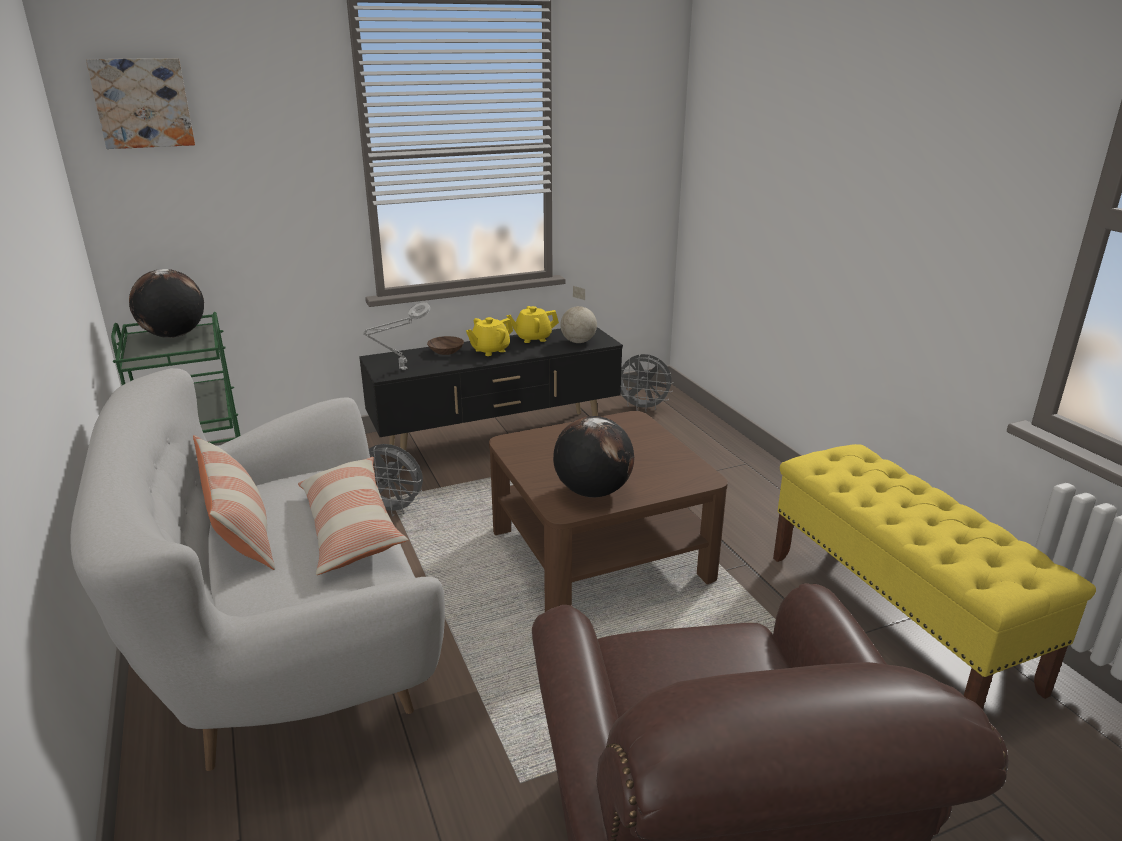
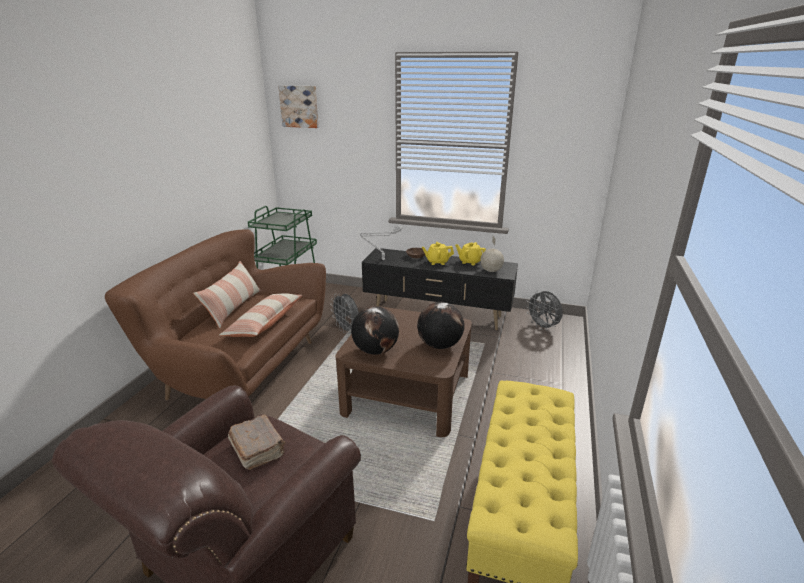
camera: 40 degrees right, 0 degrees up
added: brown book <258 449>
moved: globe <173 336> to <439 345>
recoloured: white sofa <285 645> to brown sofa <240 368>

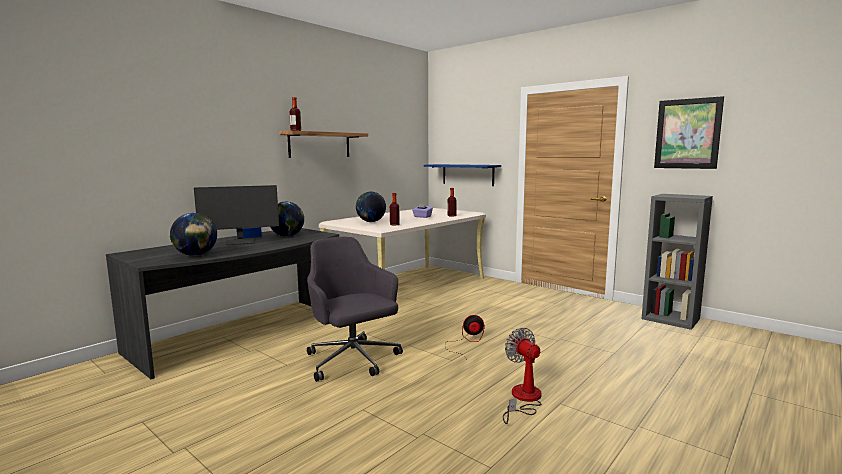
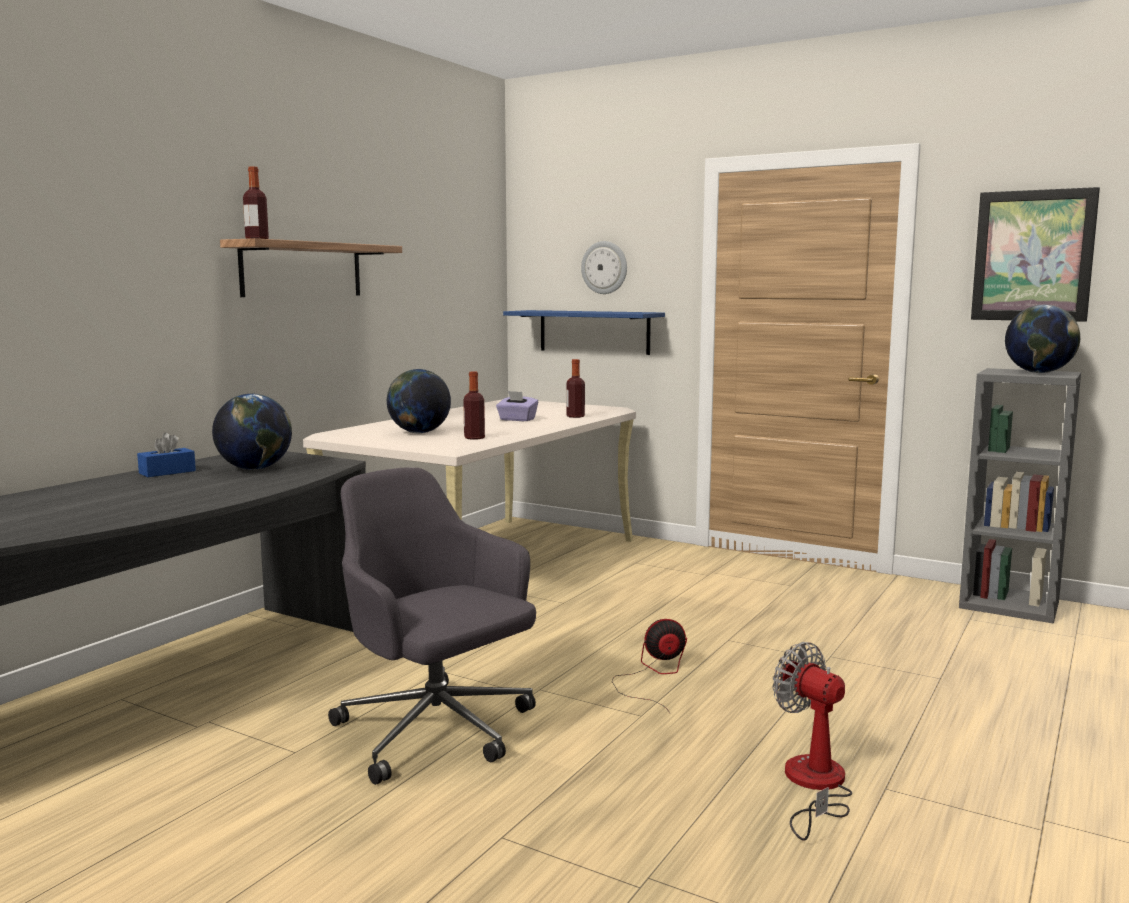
camera: 10 degrees left, 0 degrees up
removed: monitor <240 242>
added: wall clock <604 267>
moved: globe <196 255> to <1039 373>

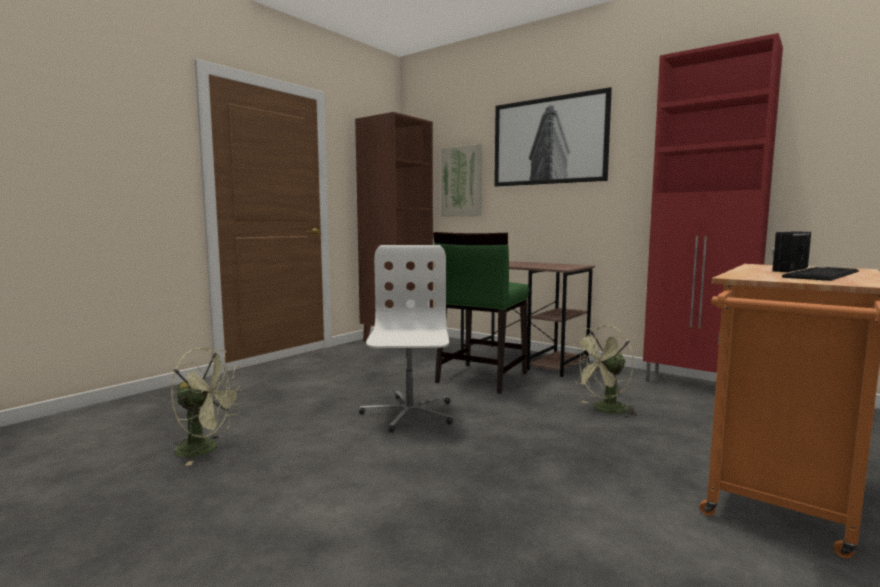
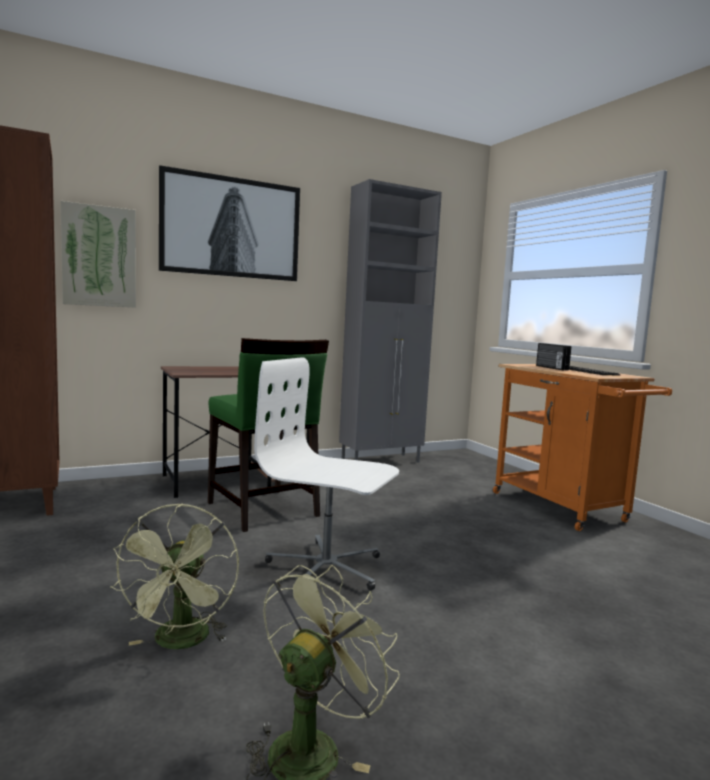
camera: 65 degrees left, 0 degrees up
moved: green fan <604 410> to <180 642>
recoloured: red cabinet <697 385> to grey cabinet <382 461>

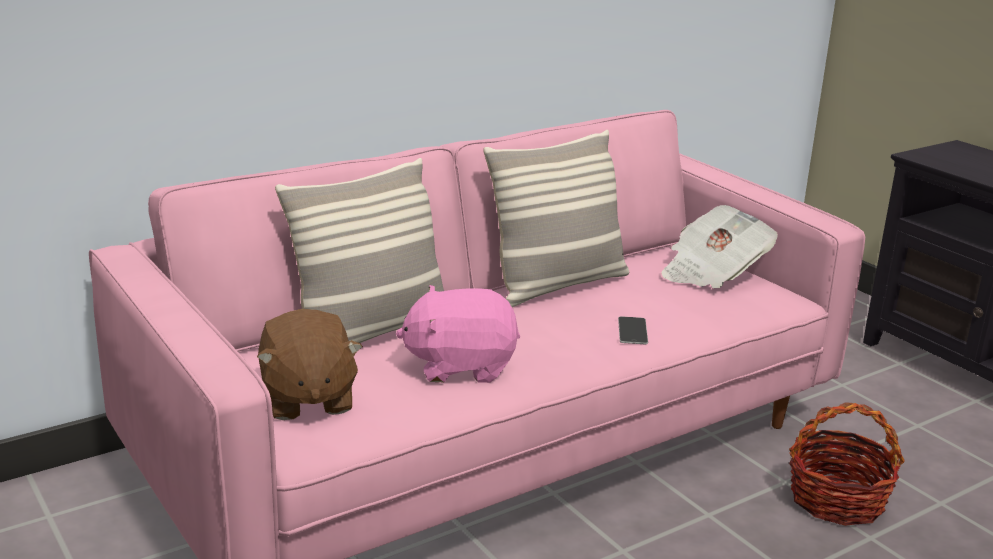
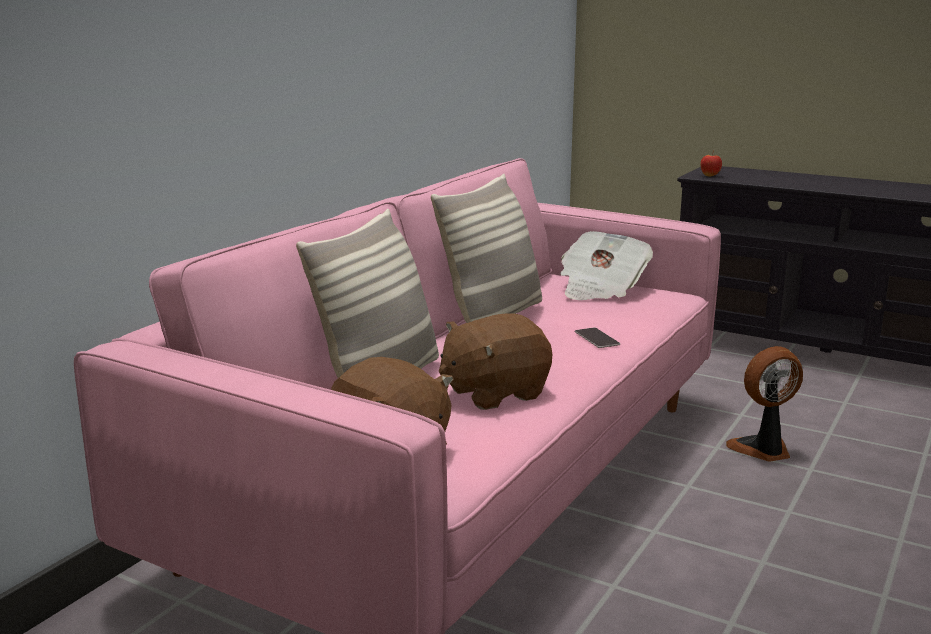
camera: 25 degrees left, 5 degrees down
added: apple <710 176>
replaced: basket <836 500> to fan <763 450>
recoloured: pink plush toy <460 366> to brown plush toy <494 393>

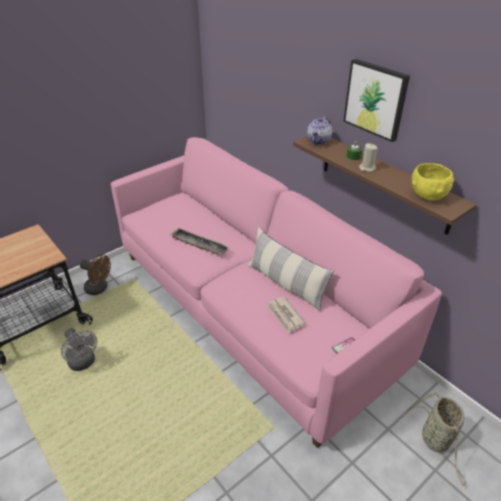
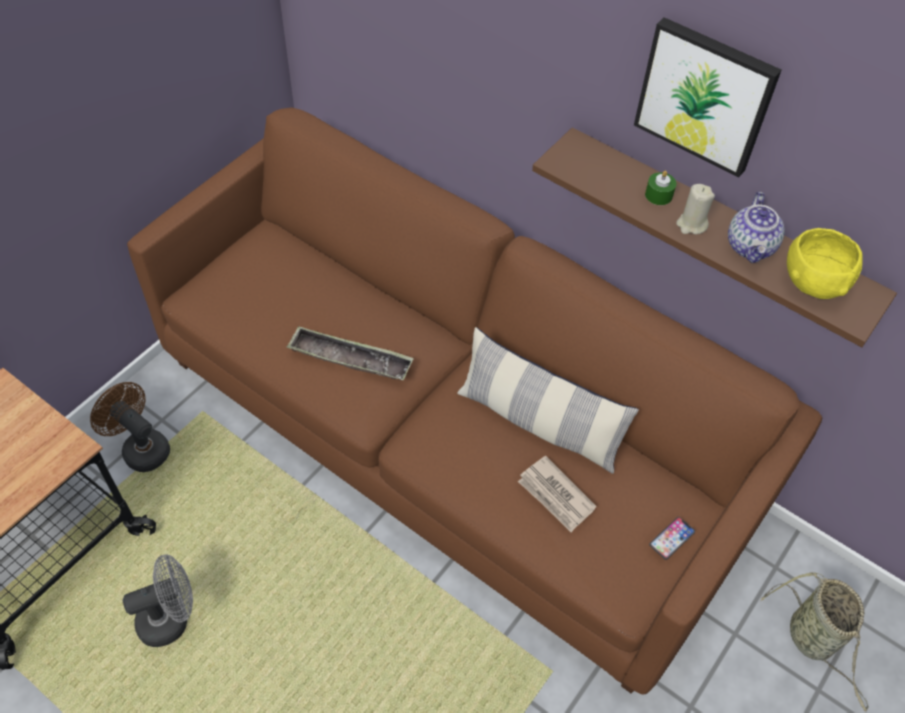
camera: 15 degrees left, 15 degrees up
moved: teapot <319 141> to <751 247>
recoloured: pink sofa <251 307> to brown sofa <450 438>
turned: brown fan <99 288> = <141 448> 150 degrees counterclockwise; grey fan <84 363> = <171 618> 60 degrees counterclockwise

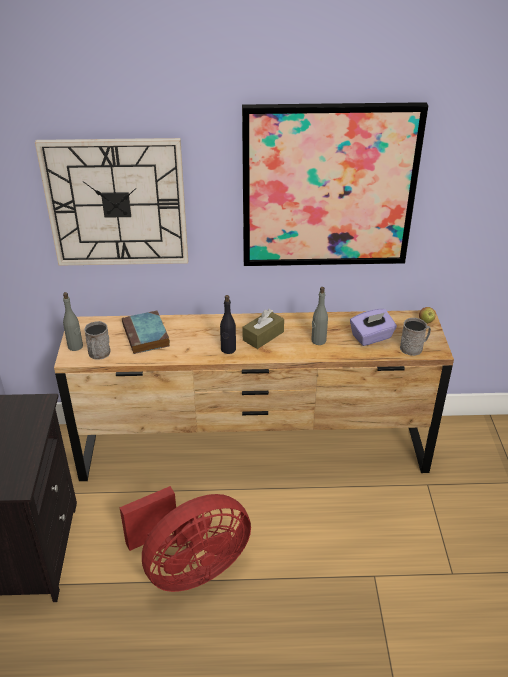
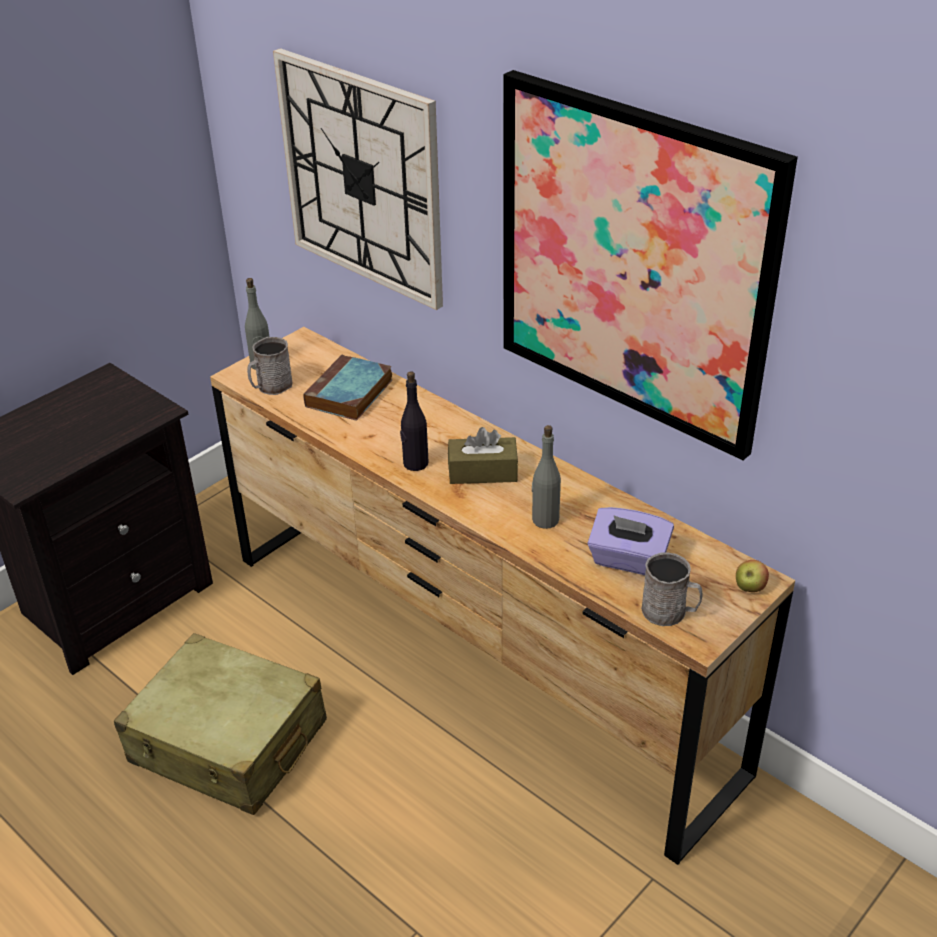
camera: 45 degrees right, 0 degrees up
replaced: red fan <189 568> to beige suitcase <228 742>

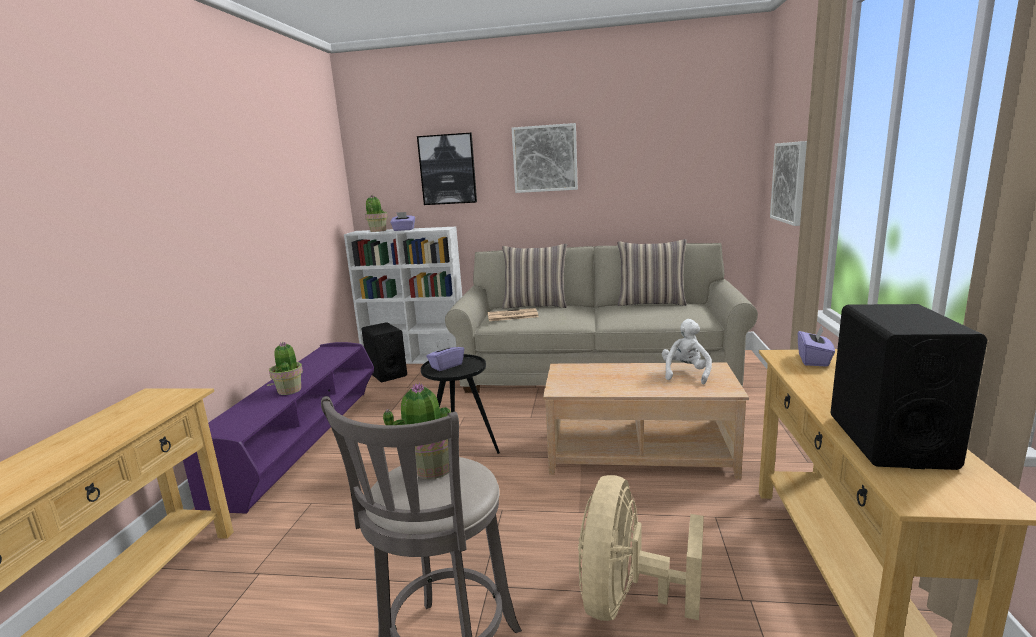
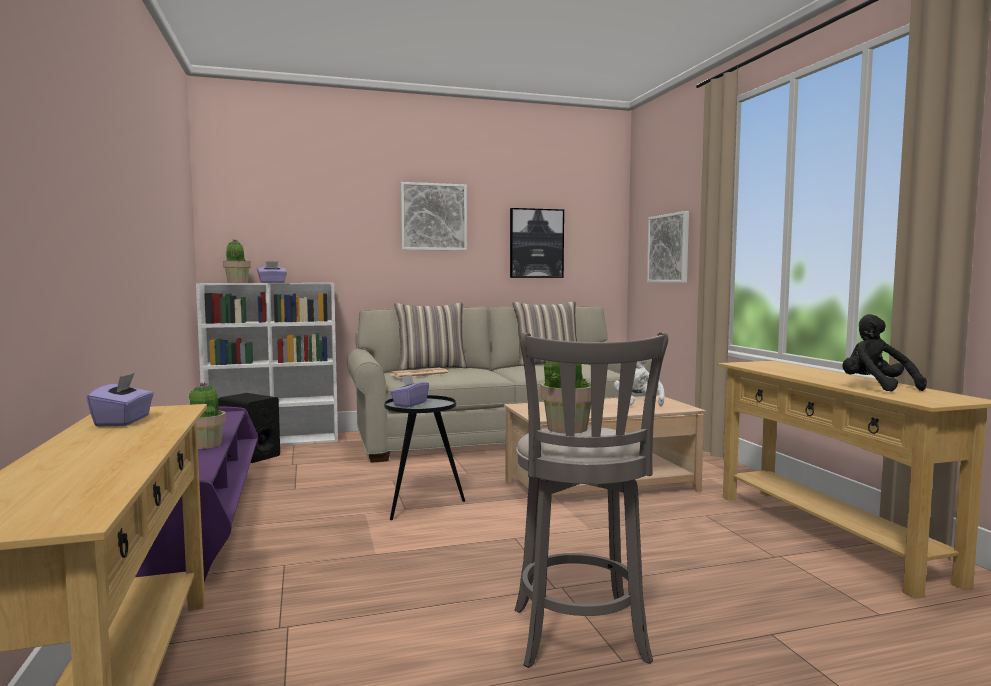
camera: 25 degrees left, 10 degrees down
removed: beige fan <628 600>
moved: picture <447 169> to <536 243>; purple tissue box <814 360> to <123 421>
replaced: black speaker <889 440> to black plush toy <876 387>

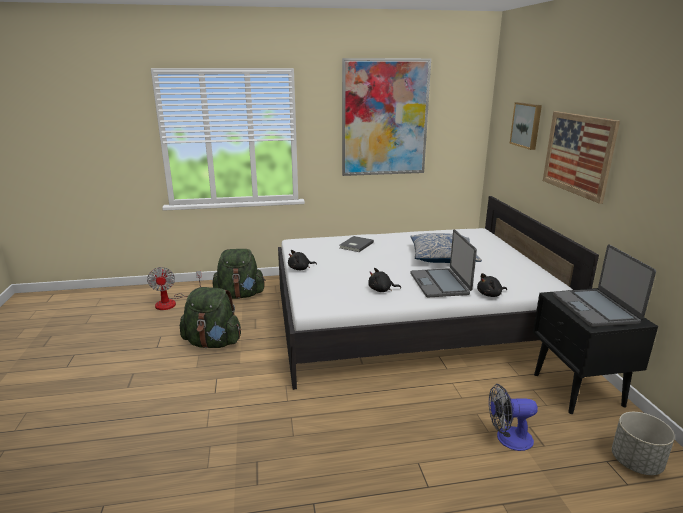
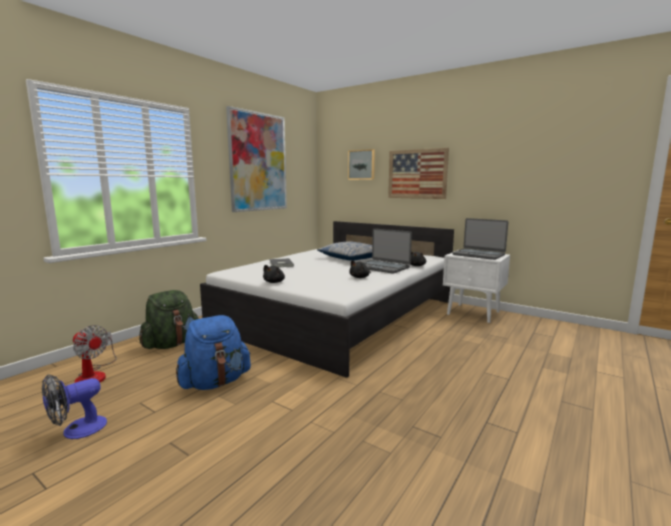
camera: 45 degrees left, 10 degrees down
removed: grey planter <636 462>
moved: fan <508 438> to <77 430>
recoloured: green backpack <213 343> to blue backpack <215 382>; black nightstand <578 390> to white nightstand <474 313>

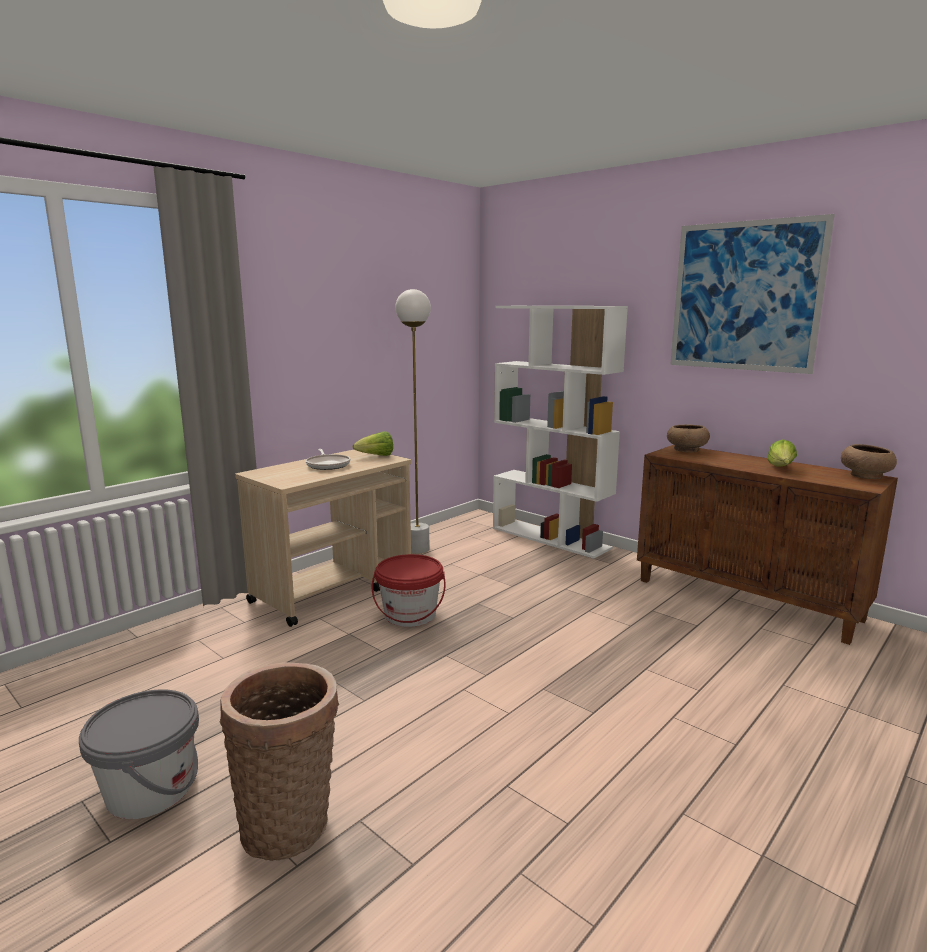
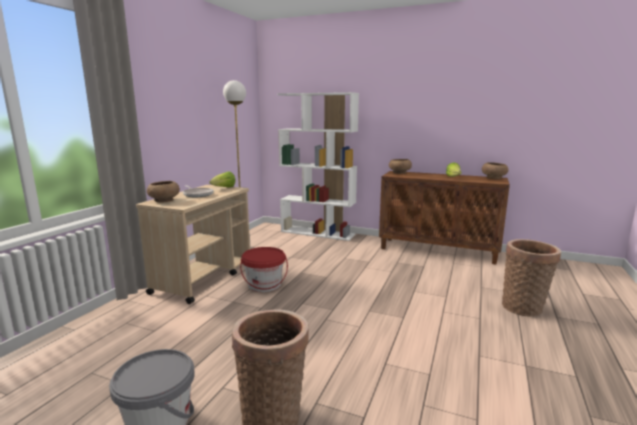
camera: 20 degrees left, 0 degrees up
removed: picture <744 296>
added: brown bowl <164 200>; basket <524 307>

